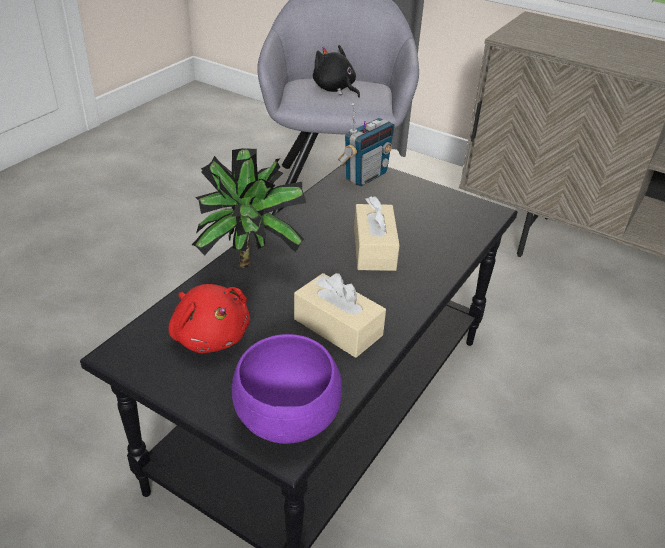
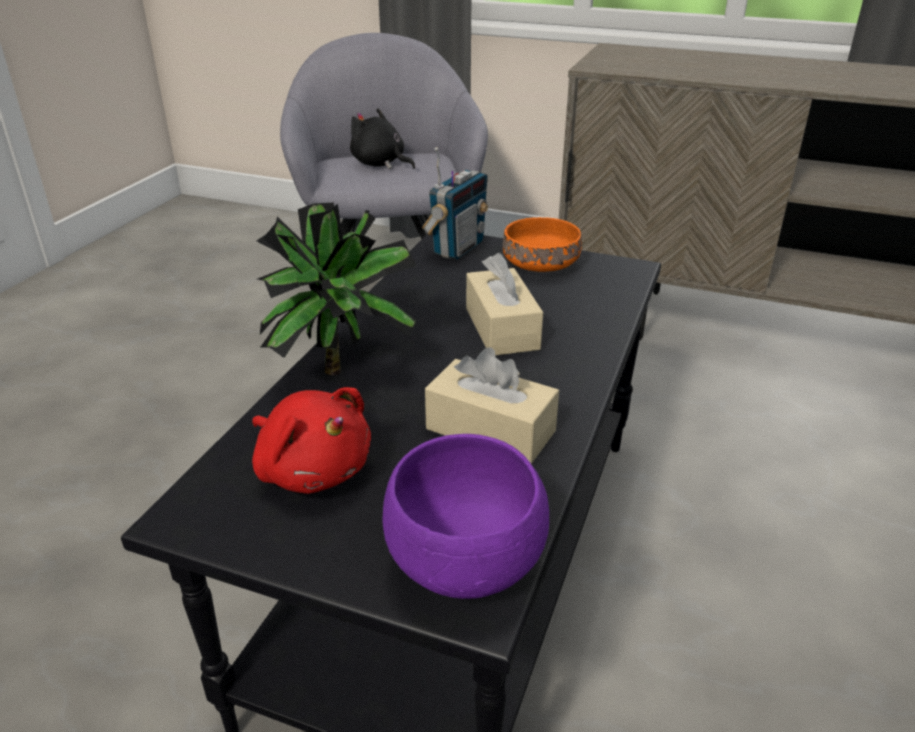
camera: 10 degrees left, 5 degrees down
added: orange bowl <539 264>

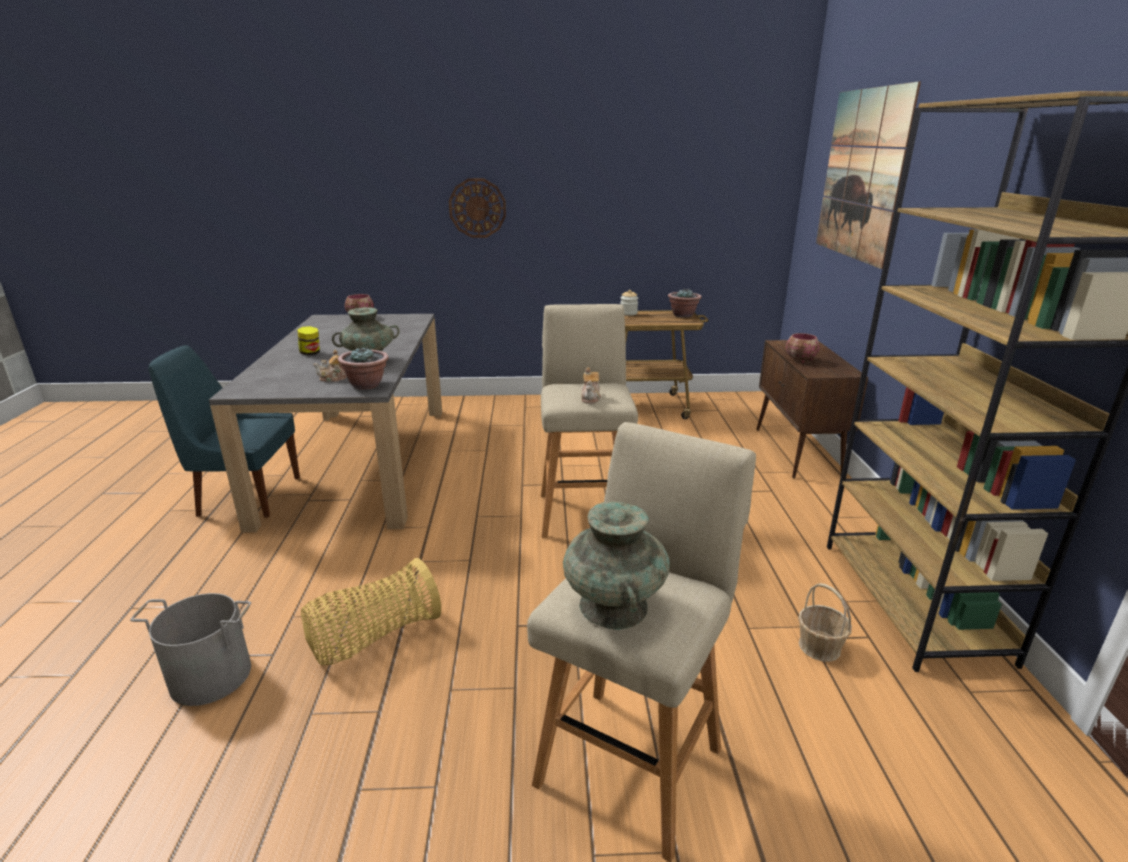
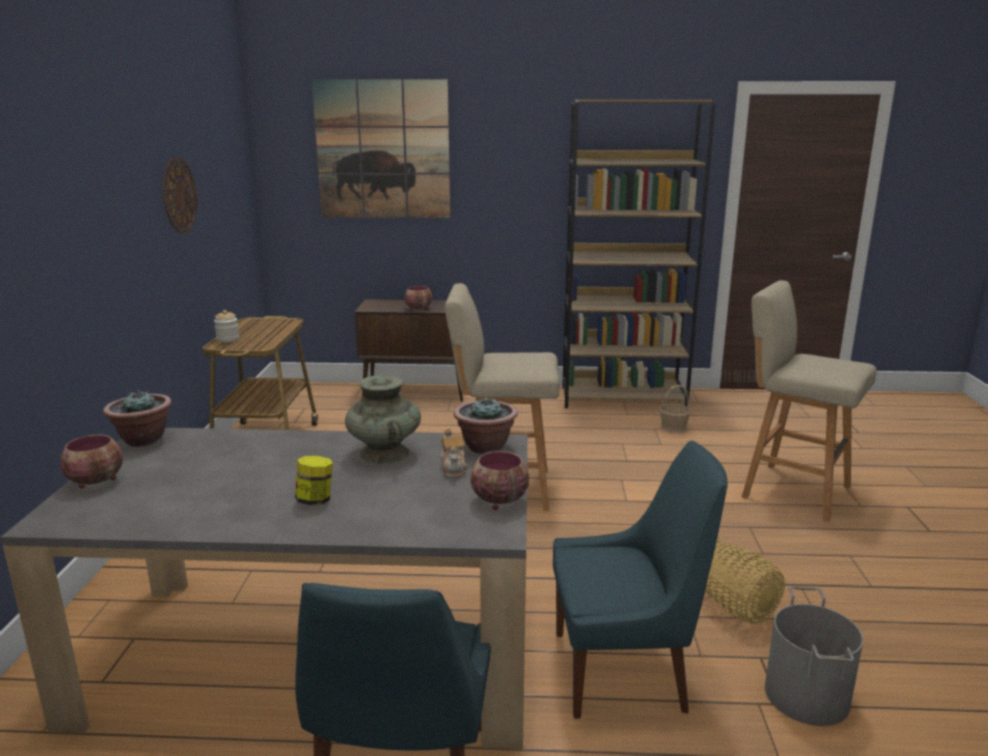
camera: 85 degrees left, 5 degrees down
removed: teapot <590 398>; turquoise vase <613 605>
added: blue chair <625 671>; bowl <498 501>
moved: wall clock <477 208> to <179 195>; potted plant <683 315> to <143 440>

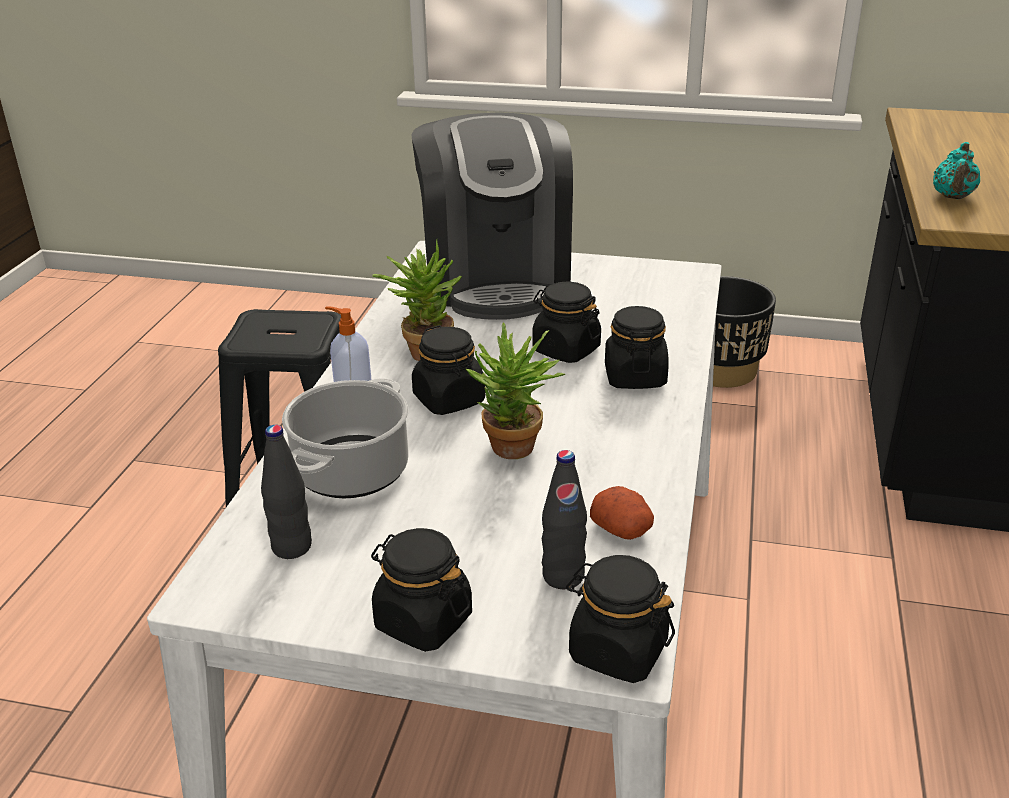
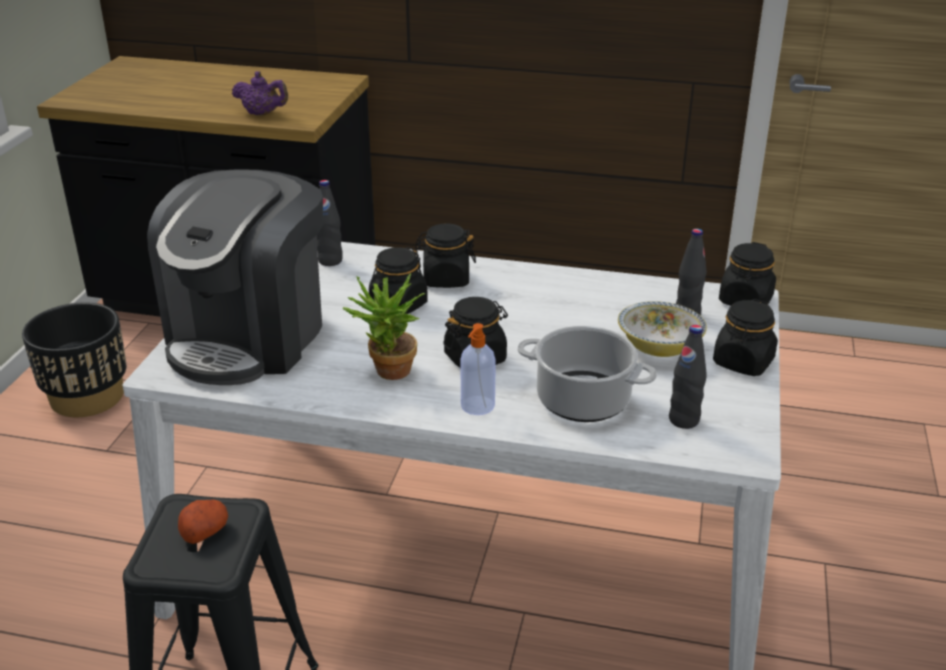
camera: 90 degrees left, 0 degrees up
removed: potted plant <514 452>
added: black bottle <330 261>; bowl <659 347>
moved: potato <623 529> to <204 531>
recoloured: turquoise teapot <952 197> to purple teapot <262 114>
turned: coffee machine <496 280> = <248 337> 120 degrees clockwise

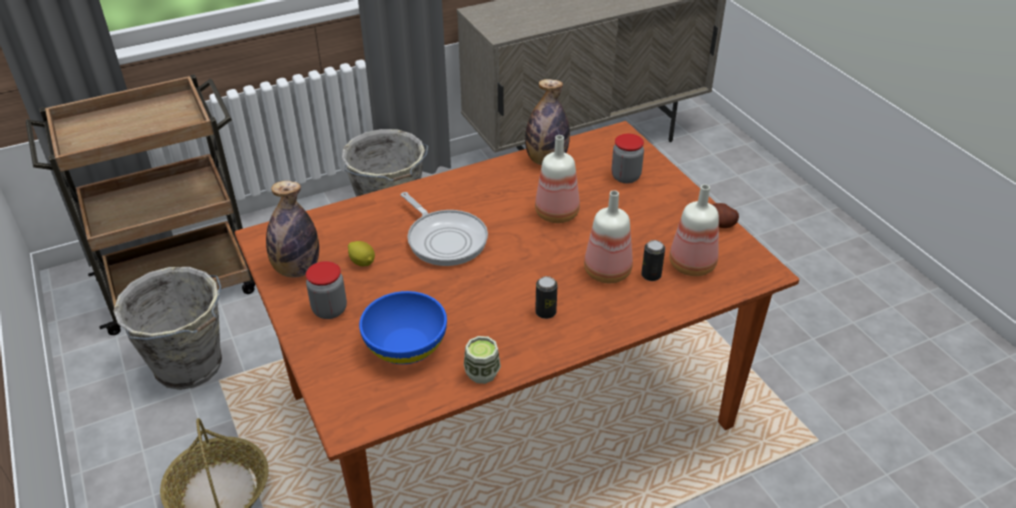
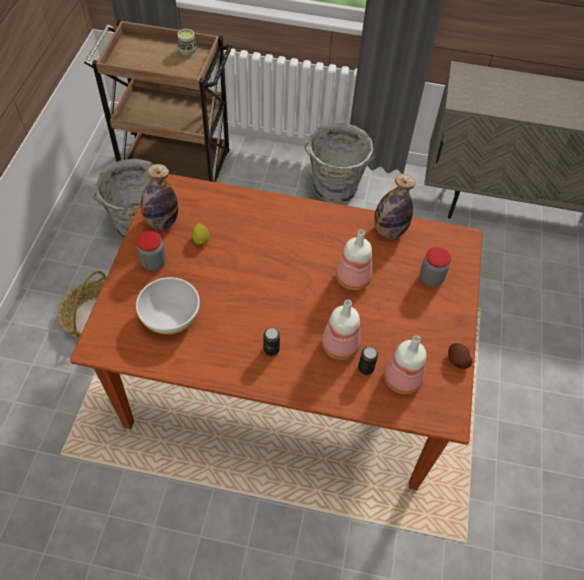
camera: 35 degrees right, 15 degrees up
removed: frying pan <445 239>
moved: cup <482 373> to <187 50>
recoloured: blue bowl <406 346> to white bowl <171 316>

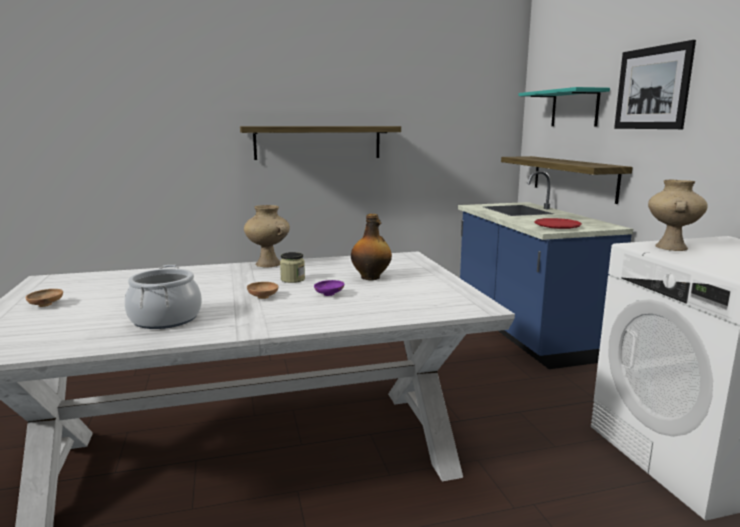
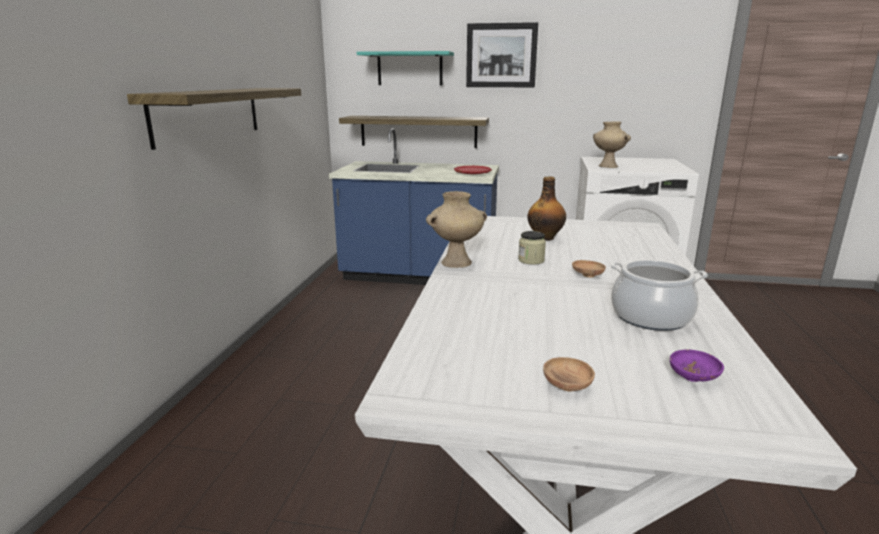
camera: 65 degrees left, 5 degrees up
moved: purple bowl <329 294> to <693 377>

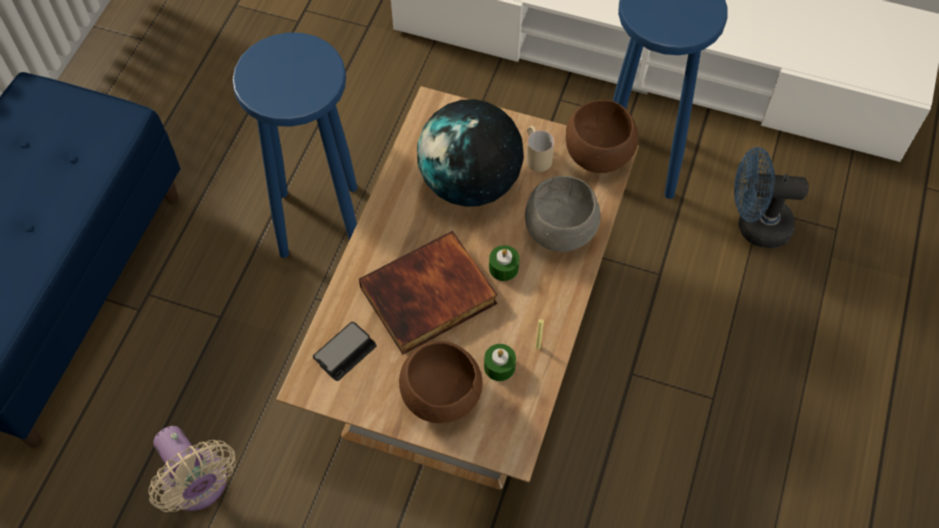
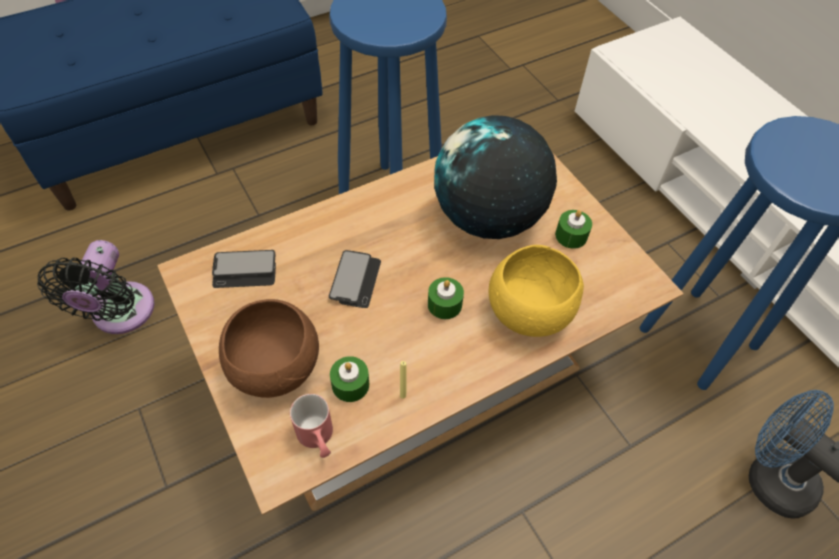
camera: 40 degrees right, 5 degrees down
removed: brown bowl <597 155>
added: red mug <318 439>
replaced: beige mug <536 155> to green candle <571 235>; book <428 298> to phone <355 280>
recoloured: grey bowl <559 231> to yellow bowl <528 311>; beige fan <198 486> to black fan <120 314>

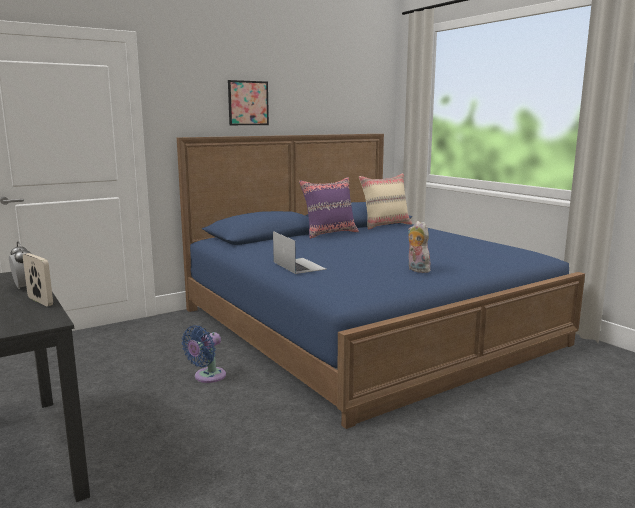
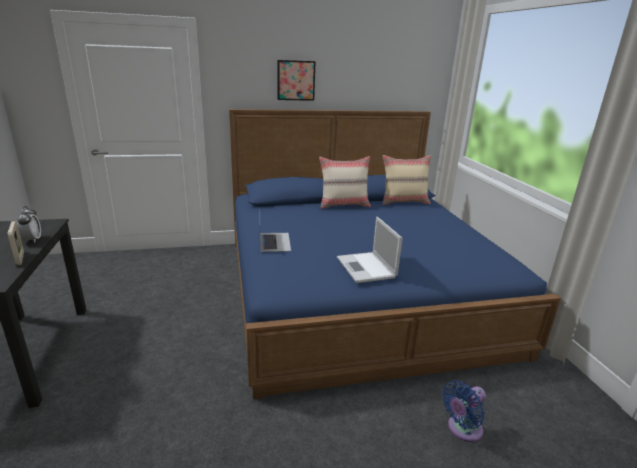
camera: 20 degrees right, 10 degrees up
moved: blue fan <207 377> to <462 429>
replaced: plush toy <416 270> to laptop <366 268>
recoloured: purple pillow <329 233> to beige pillow <344 205>

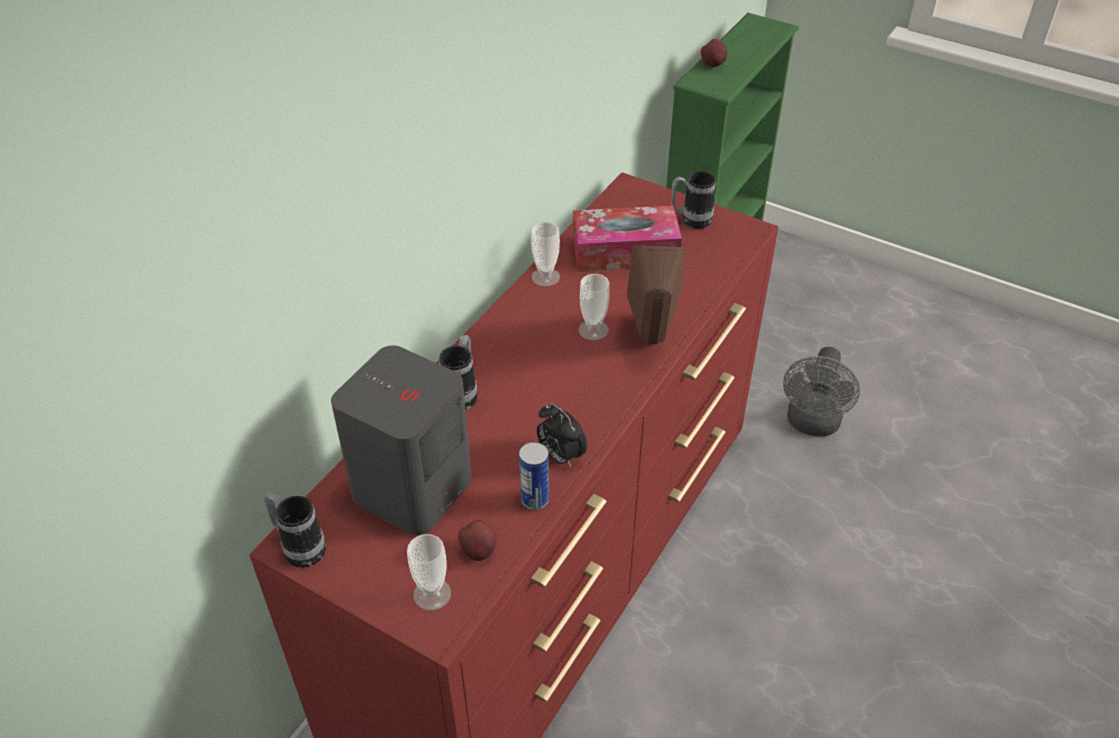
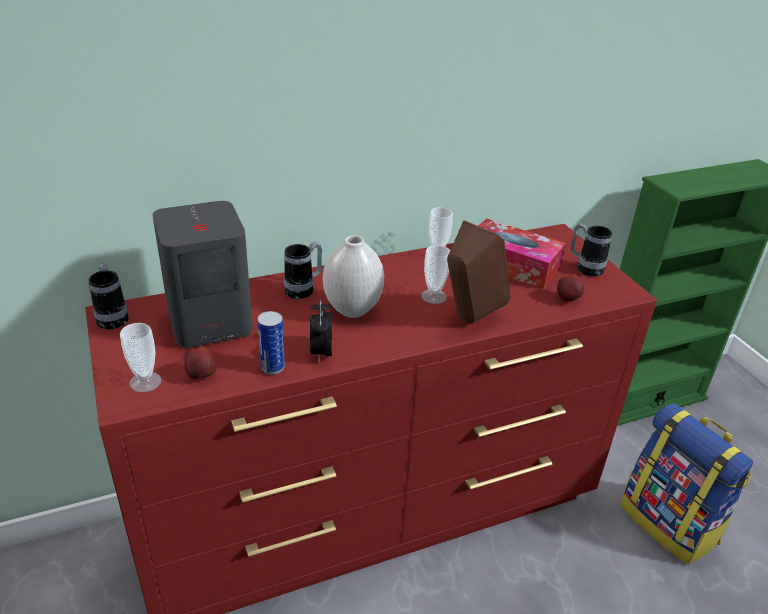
camera: 35 degrees right, 10 degrees down
added: white vase <353 310>
moved: apple <713 65> to <568 300>
replaced: grey fan <812 424> to backpack <669 523>

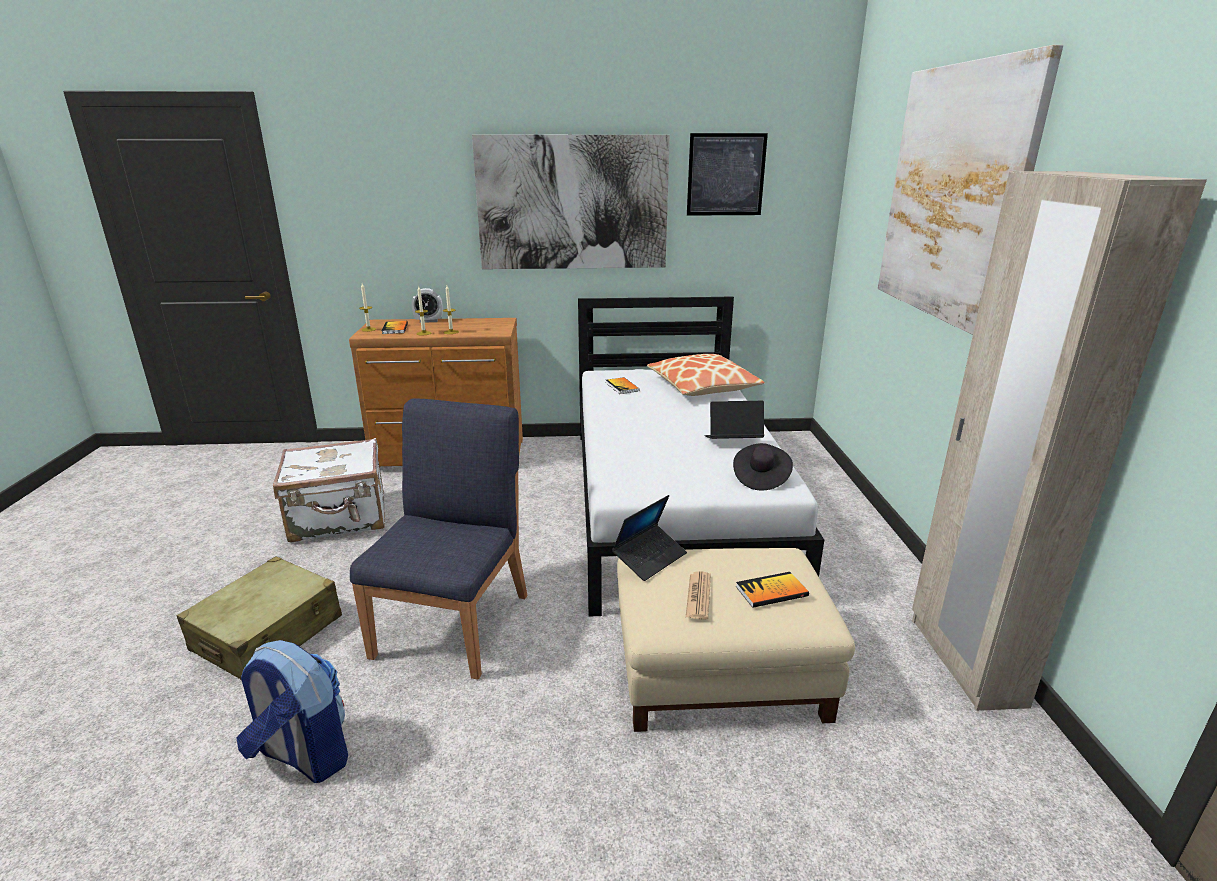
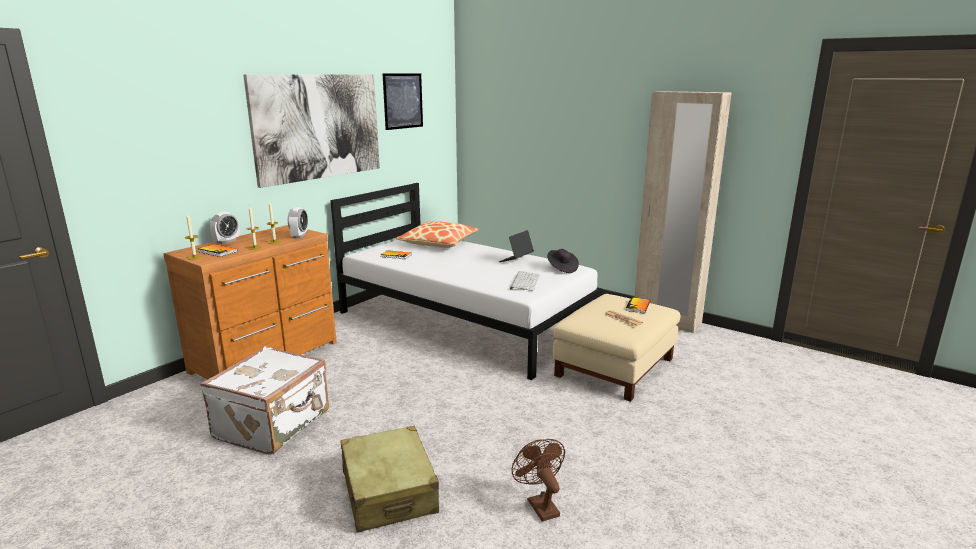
camera: 50 degrees left, 5 degrees down
removed: picture <953 194>; blue chair <454 623>; laptop <650 558>
added: alarm clock <299 236>; keyboard <524 281>
replaced: backpack <303 756> to brown fan <539 504>

